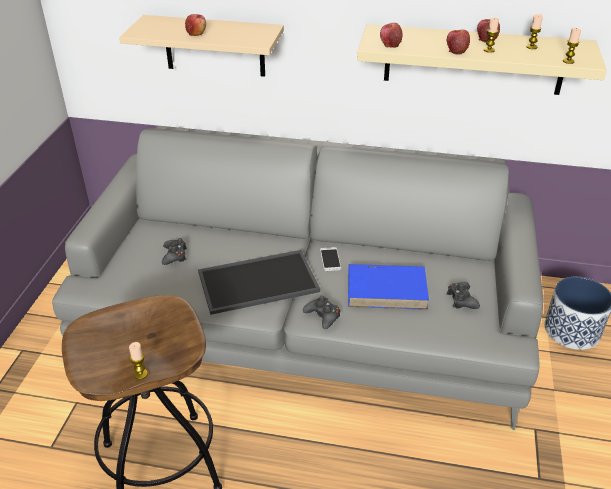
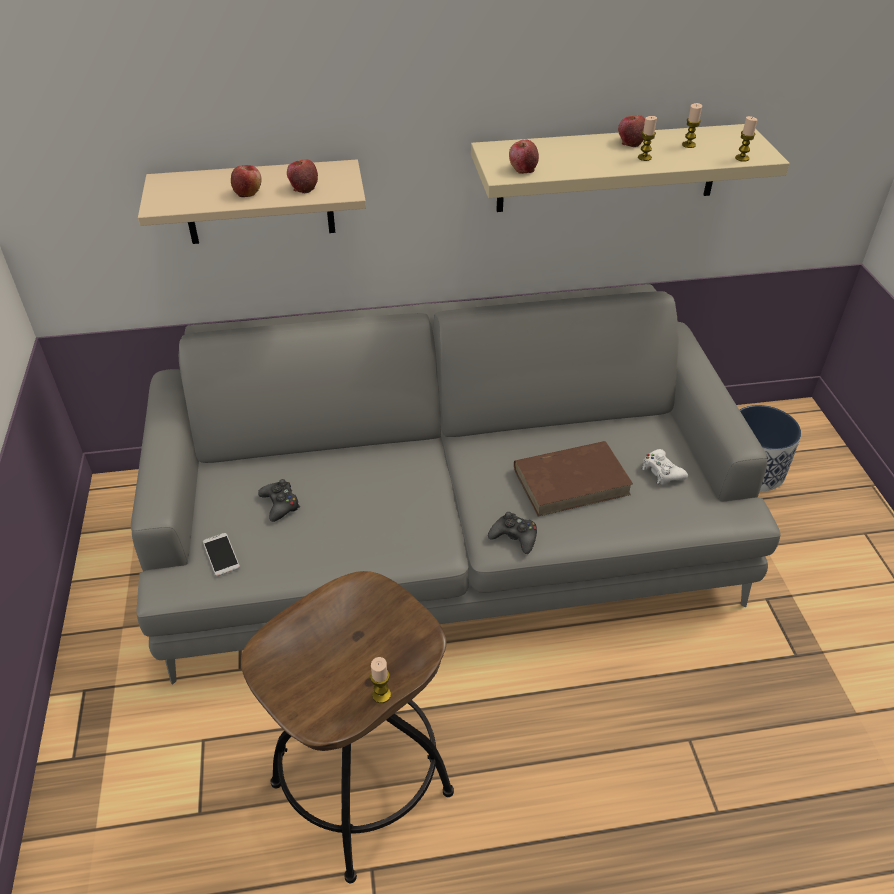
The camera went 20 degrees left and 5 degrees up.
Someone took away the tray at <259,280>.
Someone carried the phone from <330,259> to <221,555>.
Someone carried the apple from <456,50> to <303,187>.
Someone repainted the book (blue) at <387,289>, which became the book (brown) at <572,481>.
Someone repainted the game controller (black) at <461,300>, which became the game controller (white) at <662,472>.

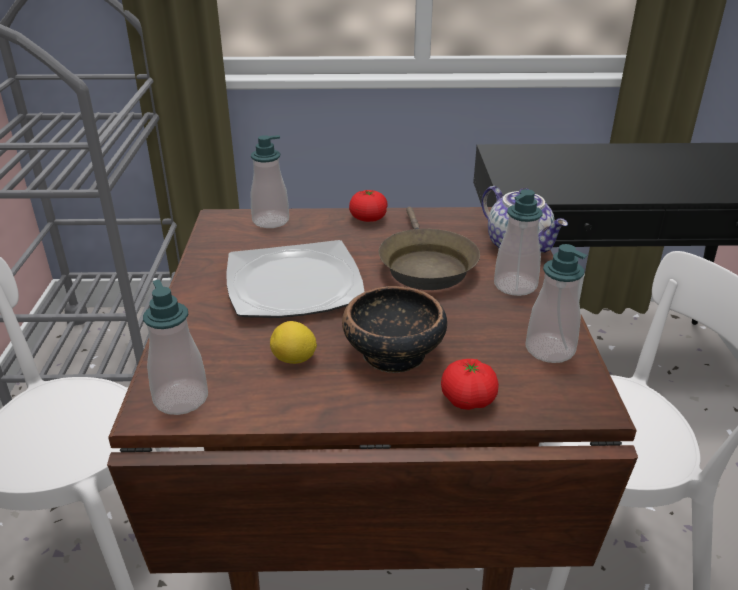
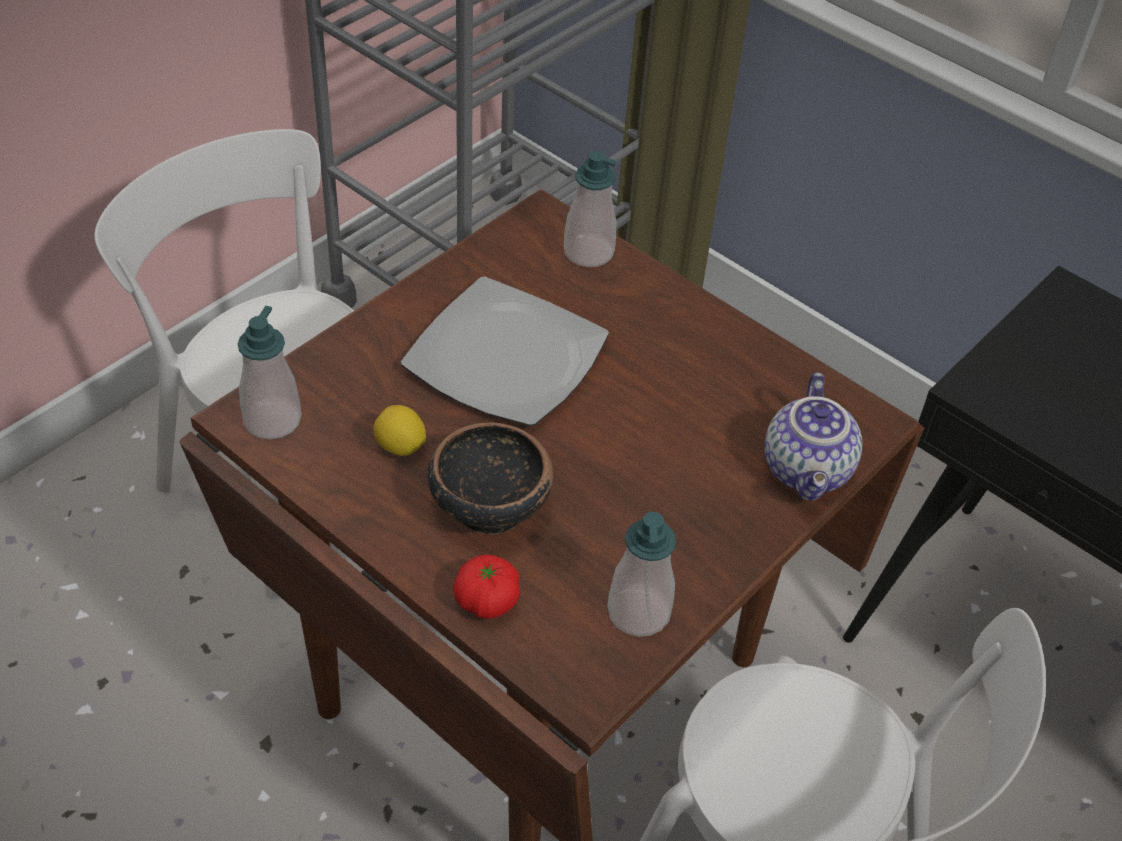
The camera went 40 degrees right and 15 degrees up.
Someone took away the tomato at <368,218>.
Someone took away the frying pan (brown) at <425,265>.
Someone took away the soap dispenser at <515,285>.

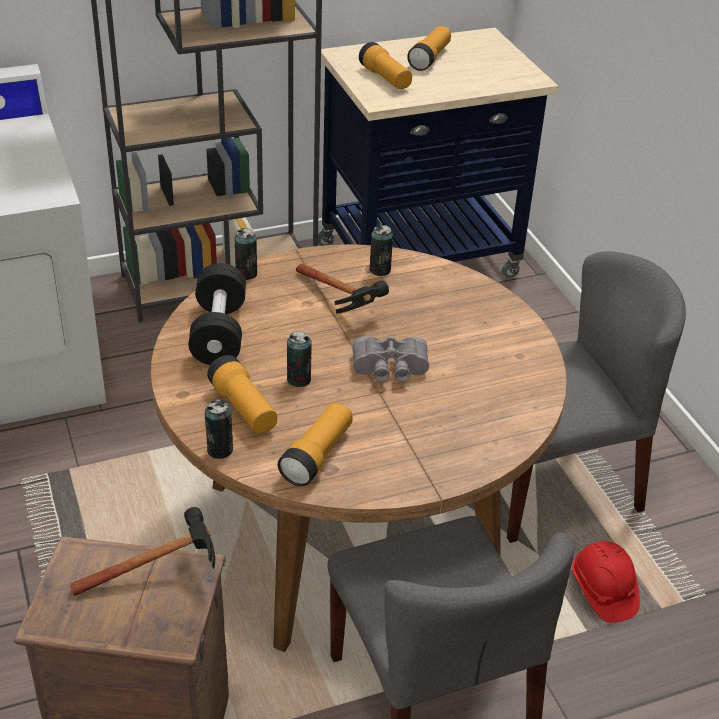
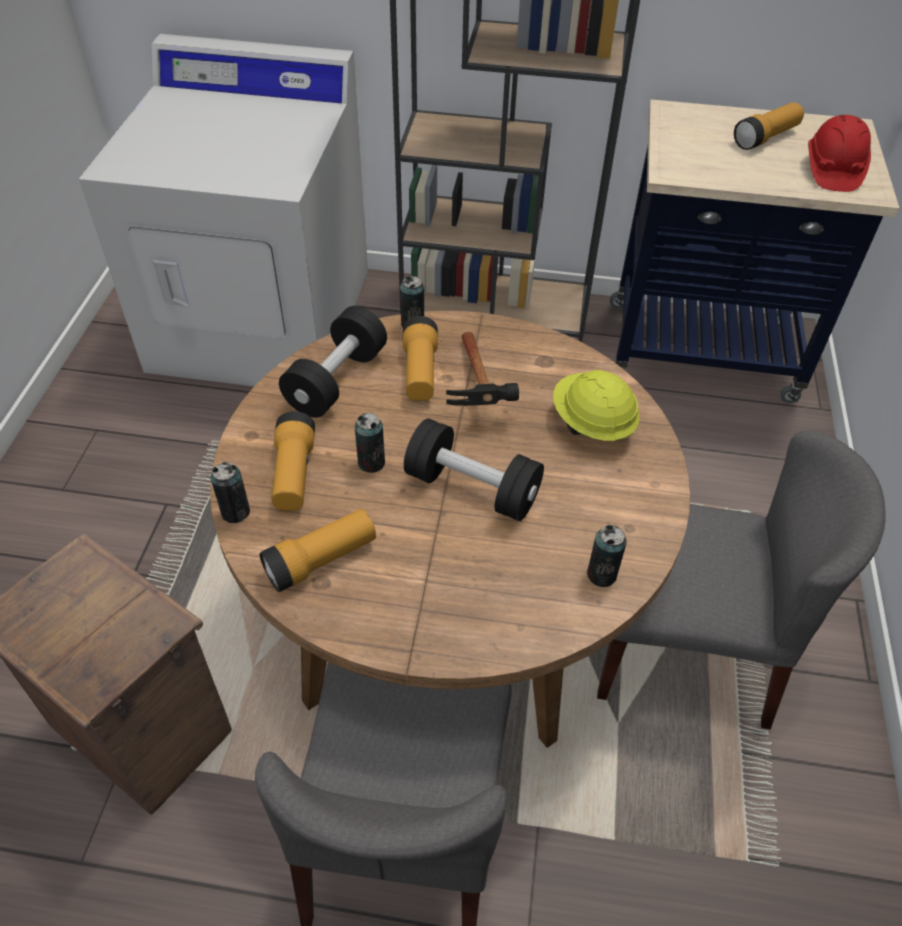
The camera went 30 degrees right and 10 degrees up.
Someone took away the hammer at <163,571>.
Someone put down the hard hat (yellow) at <591,423>.
Someone carried the flashlight from <385,78> to <420,372>.
Someone carried the can from <380,270> to <601,574>.
Someone carried the hard hat (red) from <603,591> to <832,170>.
Someone swapped the binoculars (grey) at <390,370> for the dumbbell (black) at <472,488>.

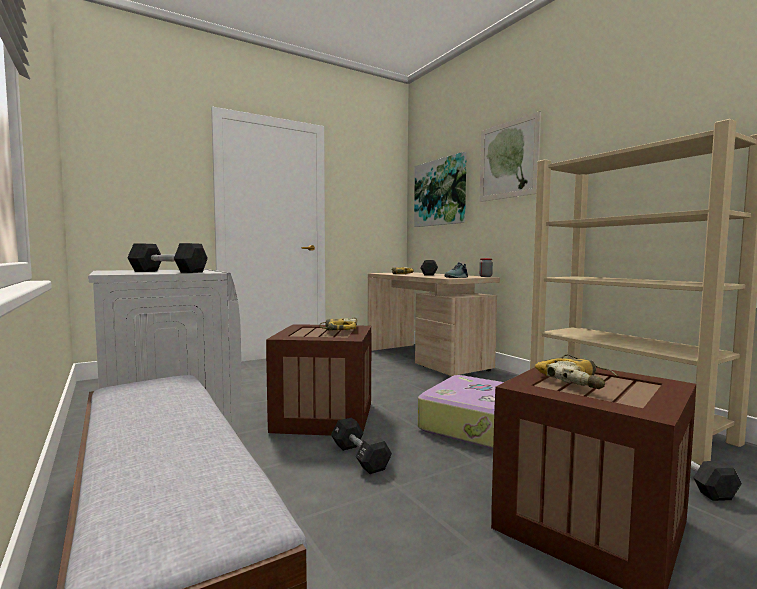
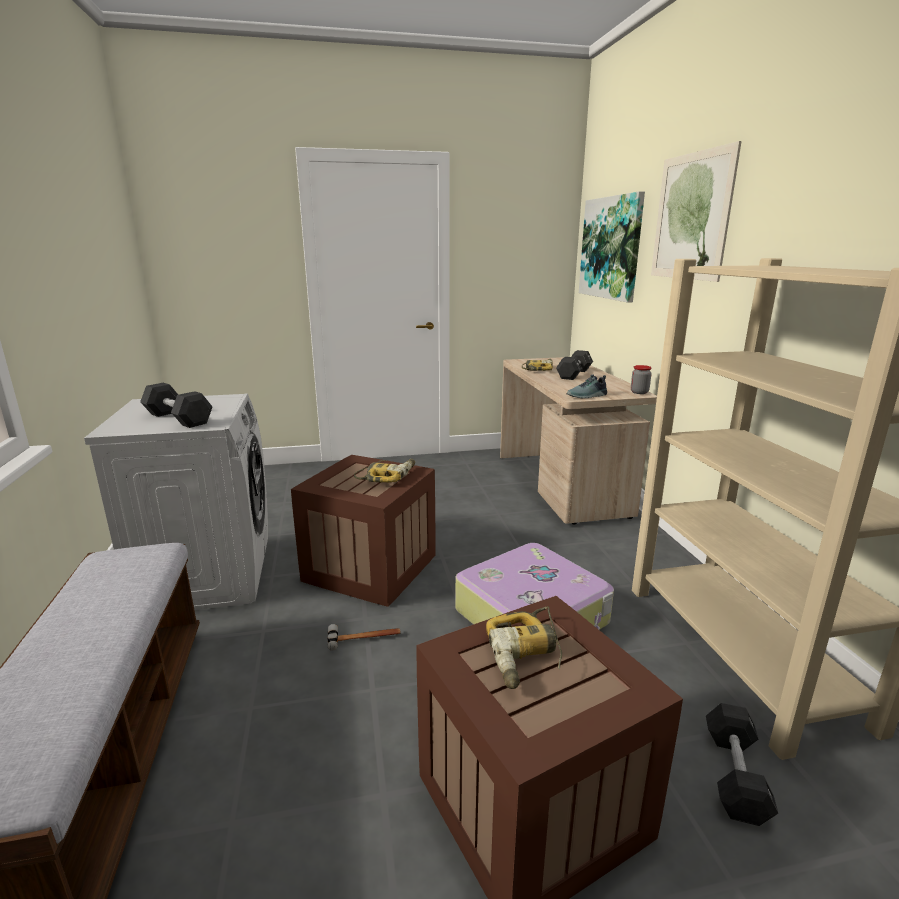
The camera went 20 degrees right and 15 degrees up.
Someone swapped the dumbbell (black) at <359,457> for the hammer at <364,638>.

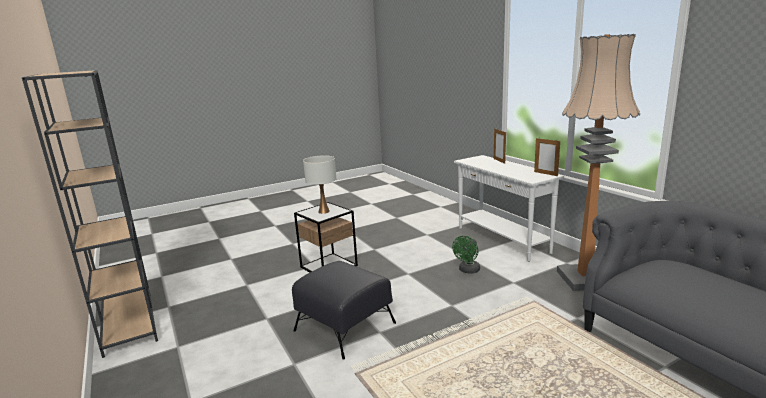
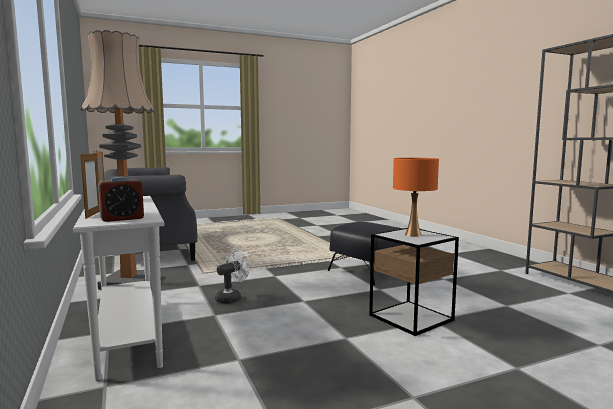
The camera went 175 degrees left and 10 degrees down.
Someone put down the alarm clock at <122,219>.
Someone repainted the table lamp (white) at <323,211>, which became the table lamp (orange) at <413,235>.
Someone repainted the fan (green) at <468,271>, which became the fan (white) at <231,298>.

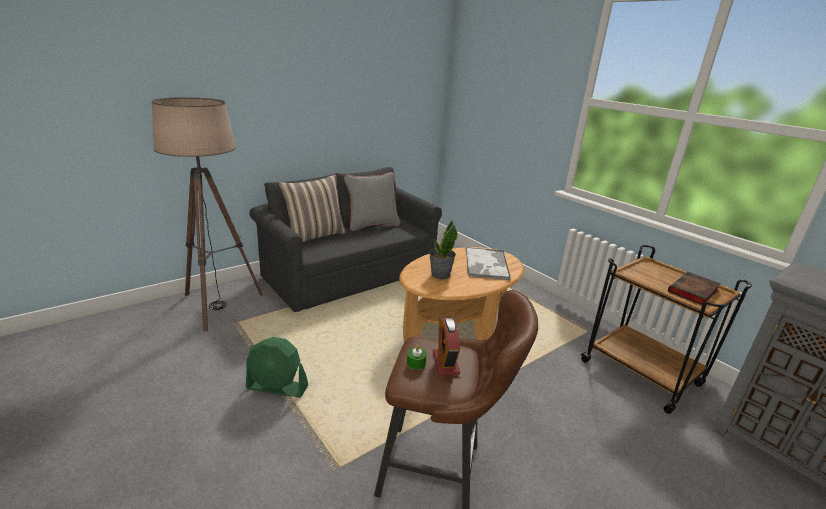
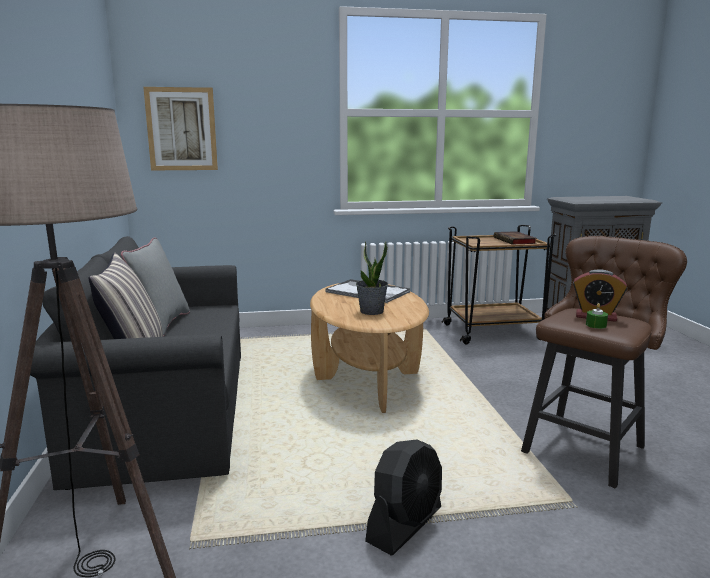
The camera went 60 degrees left and 10 degrees down.
Someone put up the picture at <181,129>.
Someone repainted the fan (green) at <277,387>, which became the fan (black) at <405,525>.

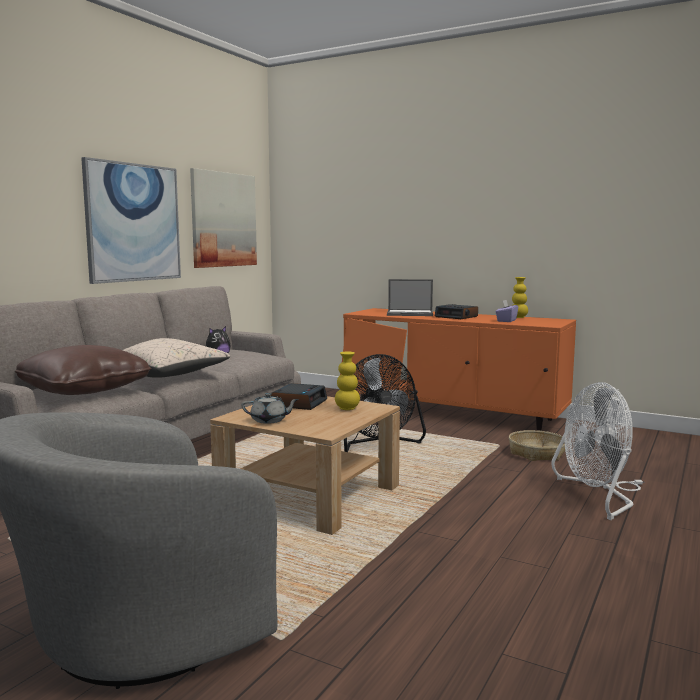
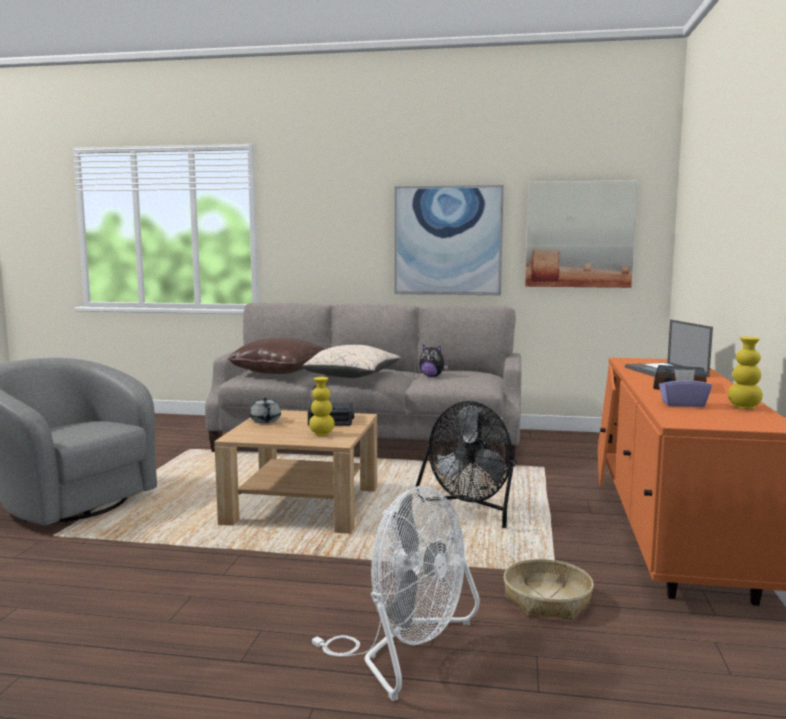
The camera went 70 degrees right and 0 degrees up.
Someone rotated the fan (white) at <600,495> by 150 degrees clockwise.

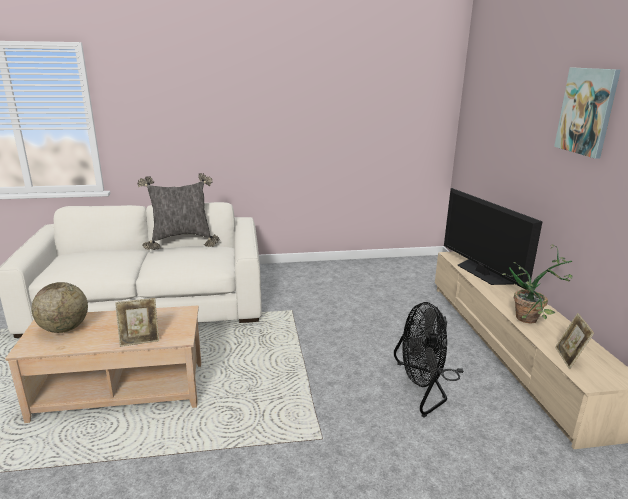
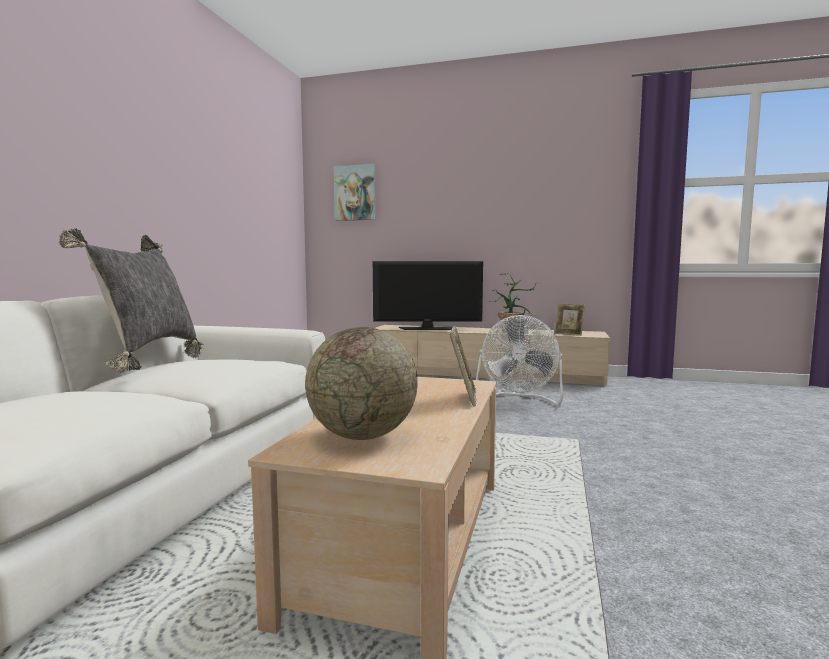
The camera went 65 degrees left and 15 degrees down.
Someone carried the picture from <587,111> to <355,193>.
Someone repainted the fan (black) at <425,385>, which became the fan (white) at <516,399>.

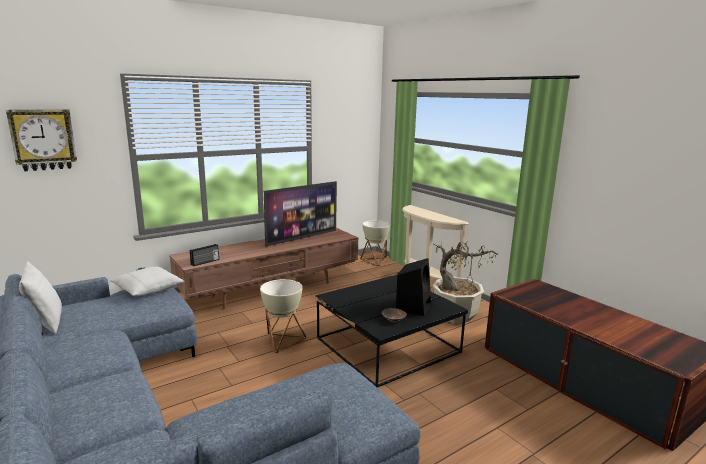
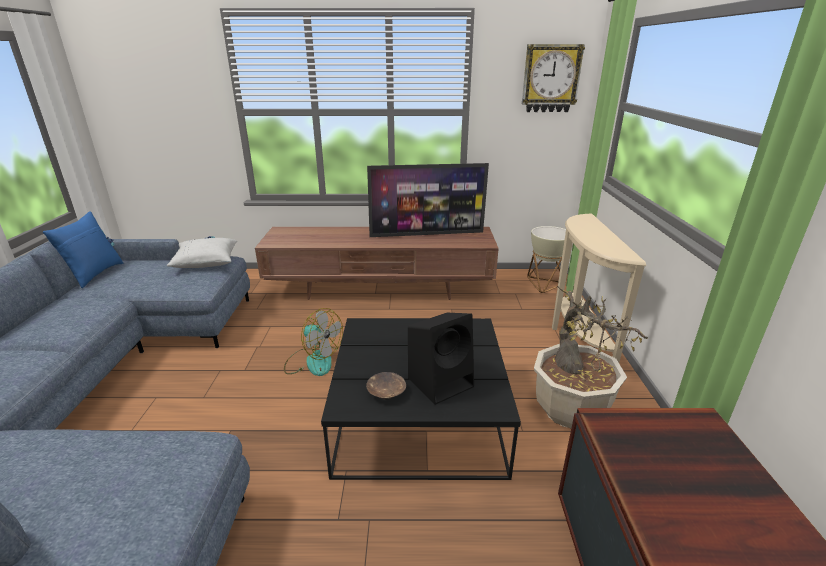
The camera went 35 degrees right and 10 degrees up.
Someone took away the radio at <205,262>.
Someone carried the wall clock from <43,140> to <550,79>.
Someone swapped the planter at <283,341> for the fan at <313,361>.
Someone repainted the pillow (grey) at <46,323>, which became the pillow (blue) at <95,275>.

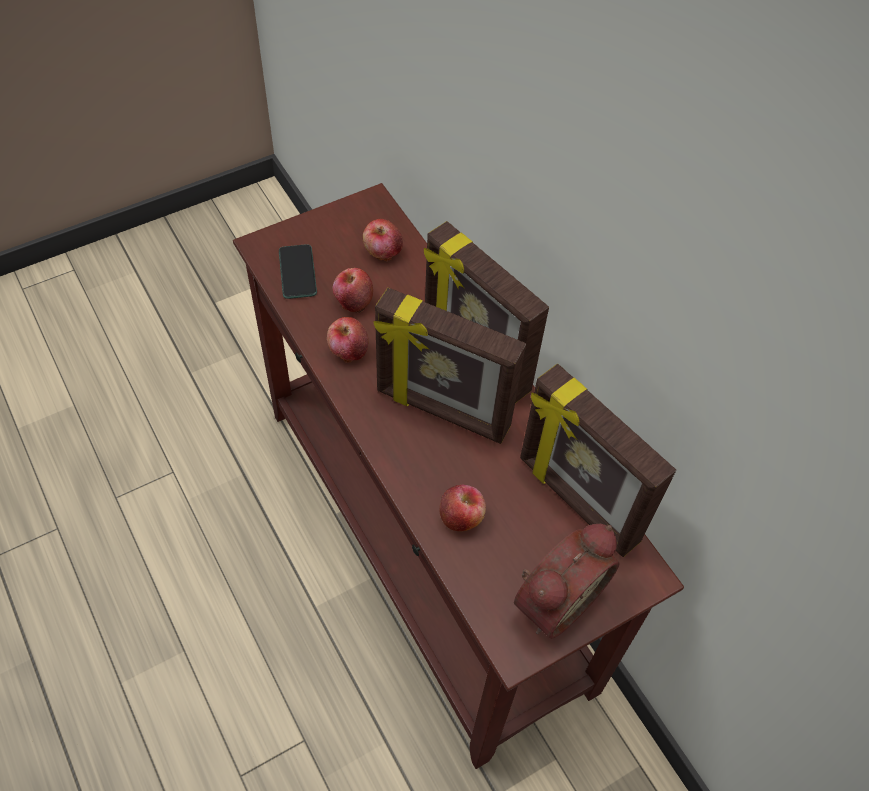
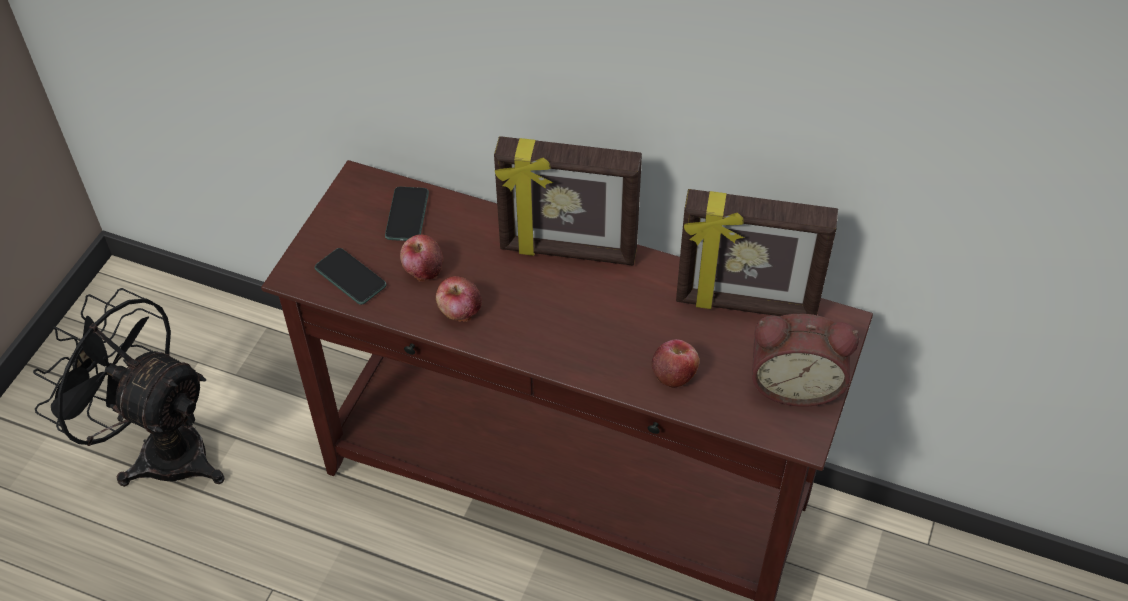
The camera went 35 degrees left and 5 degrees down.
Someone took away the picture frame at <442,411>.
Someone put down the fan (black) at <160,449>.
Someone swapped the apple at <382,251> for the phone at <407,215>.
Someone rotated the alarm clock at <554,598> by 90 degrees clockwise.

